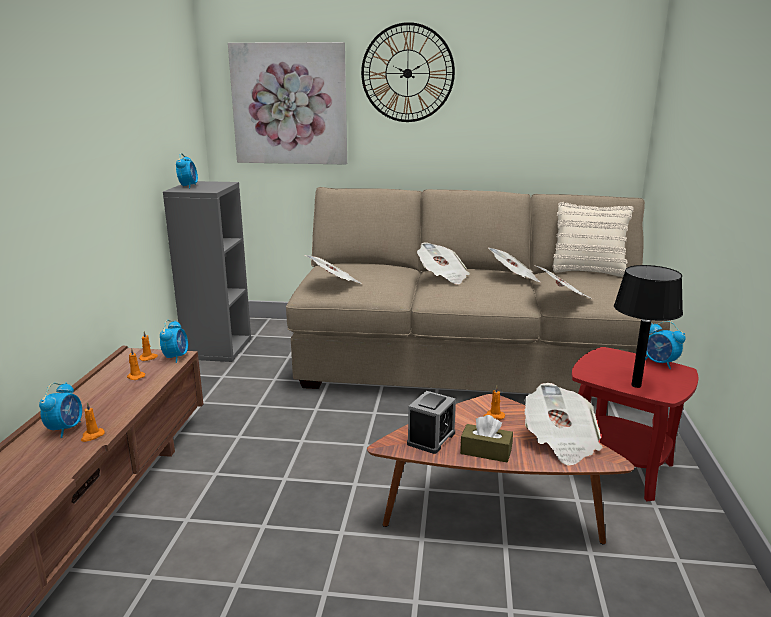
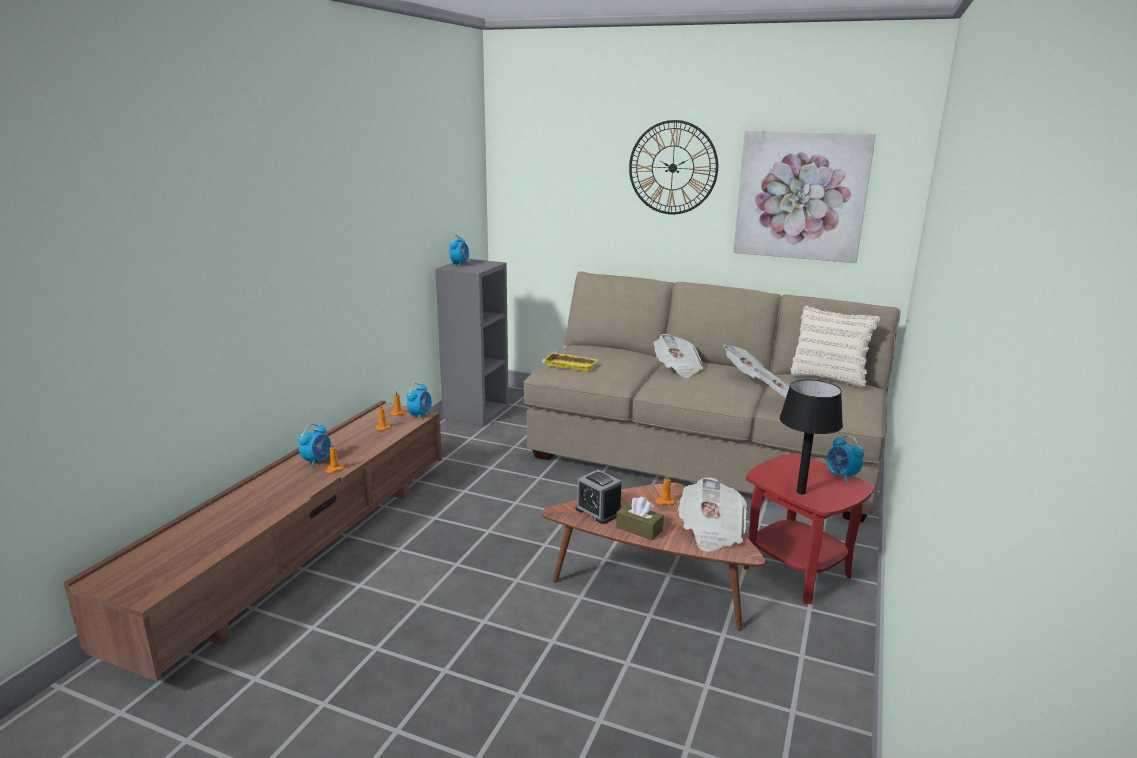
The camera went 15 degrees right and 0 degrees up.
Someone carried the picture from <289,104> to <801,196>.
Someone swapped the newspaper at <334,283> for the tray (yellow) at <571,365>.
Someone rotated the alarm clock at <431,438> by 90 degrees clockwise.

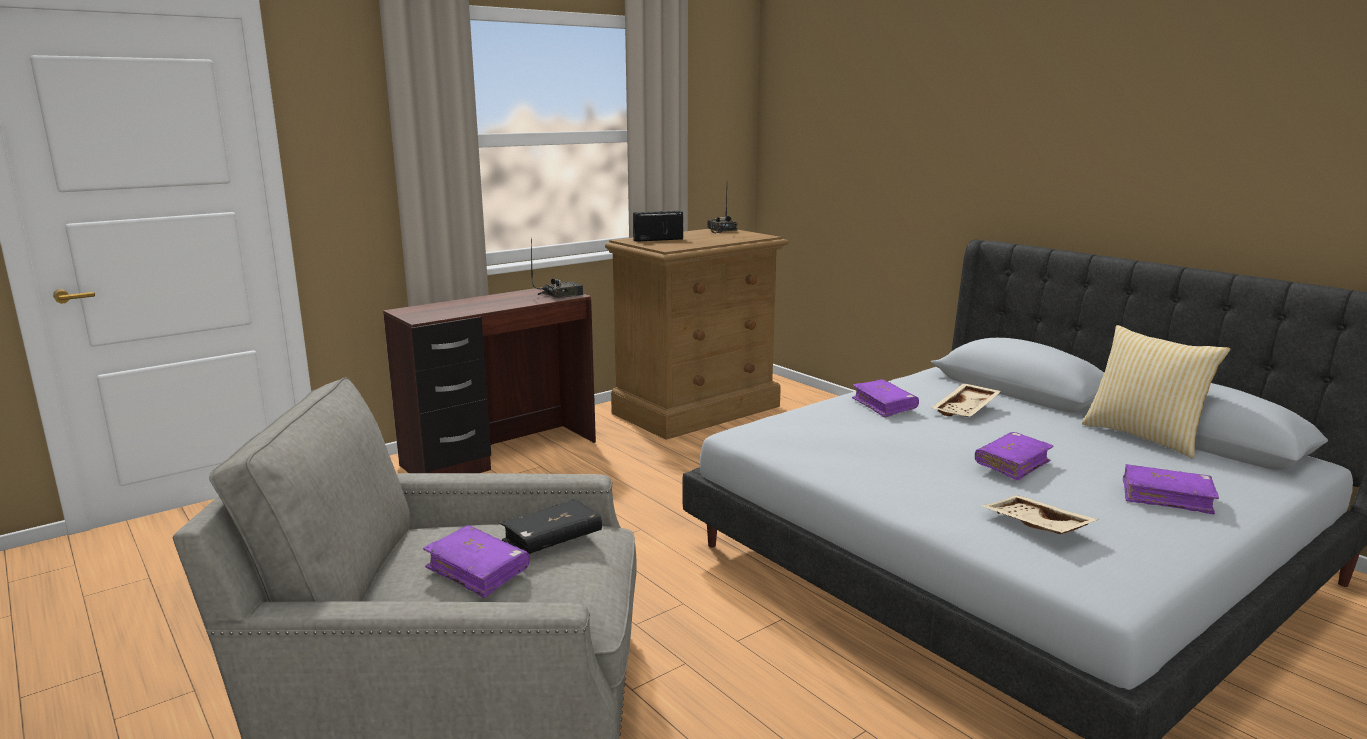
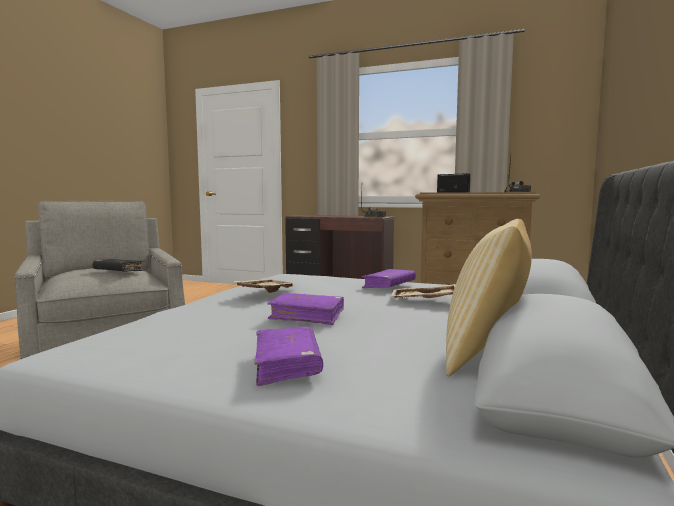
The camera went 60 degrees right and 10 degrees down.
Someone took away the book (purple) at <477,571>.
Someone carried the tray (beige) from <1034,526> to <264,291>.

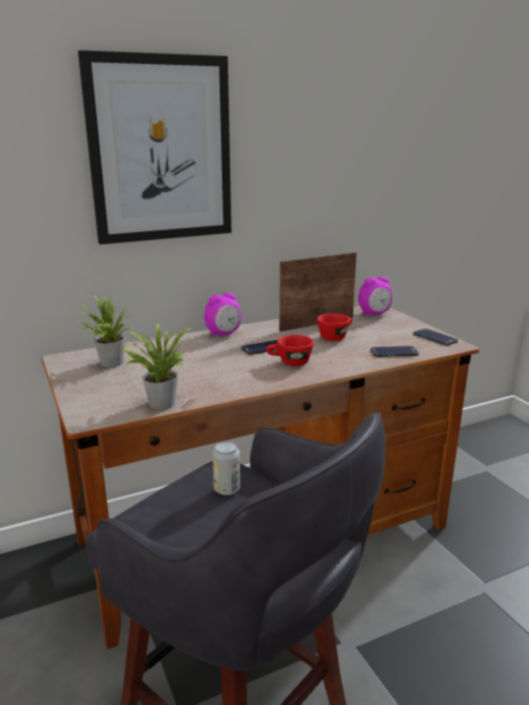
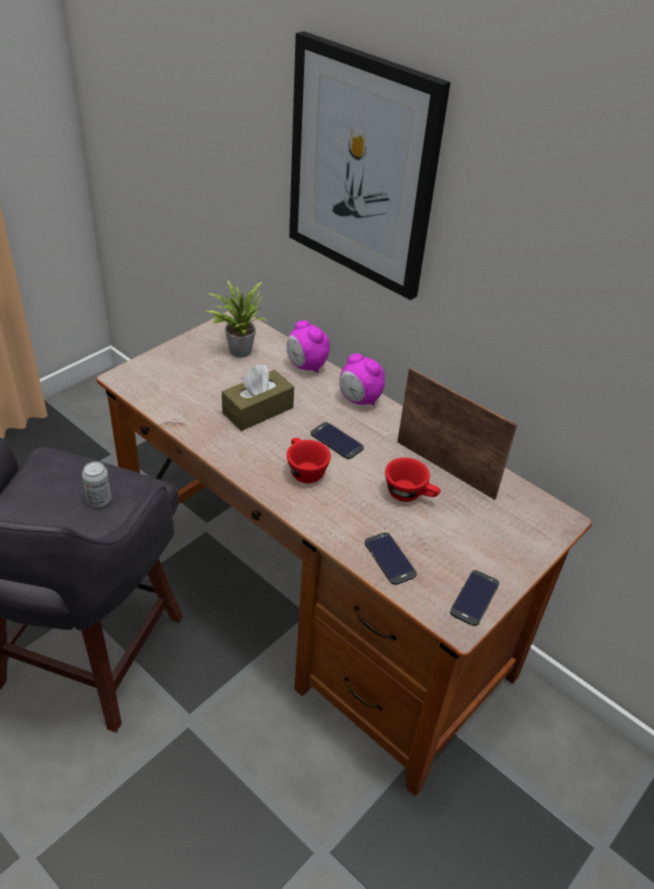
The camera went 65 degrees right and 20 degrees up.
Someone took away the potted plant at <160,402>.
Someone put down the tissue box (brown) at <258,410>.
Someone carried the alarm clock from <374,314> to <306,366>.

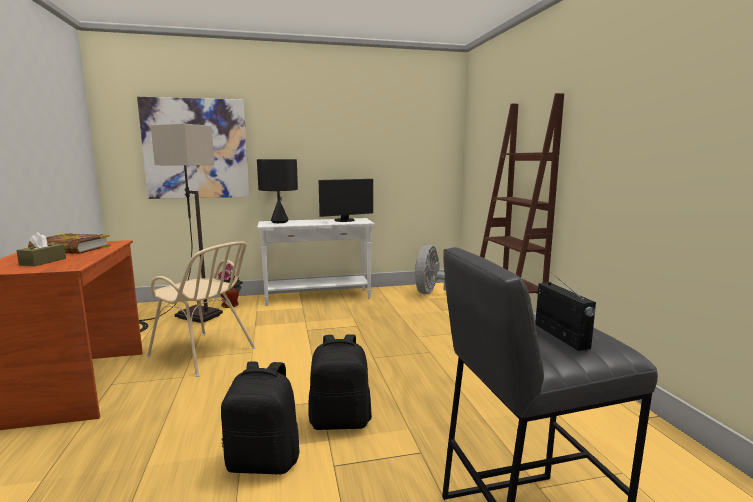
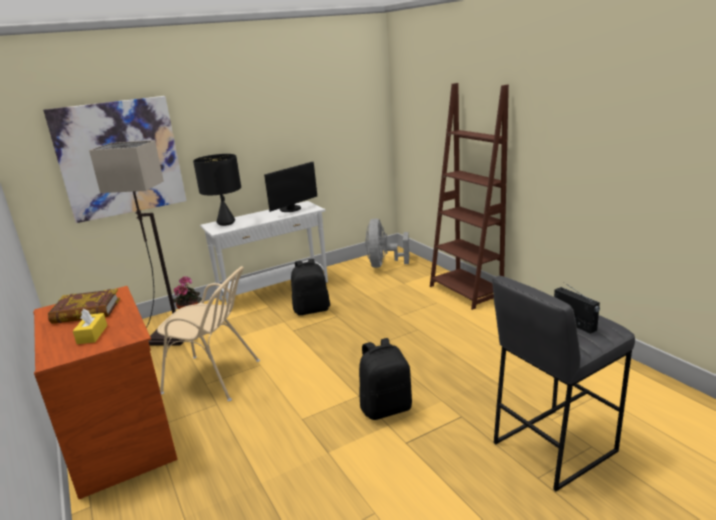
The camera went 15 degrees left and 10 degrees up.
Someone carried the backpack (black) from <264,461> to <312,310>.
Someone repainted the tissue box (brown) at <43,262>, which became the tissue box (yellow) at <92,334>.

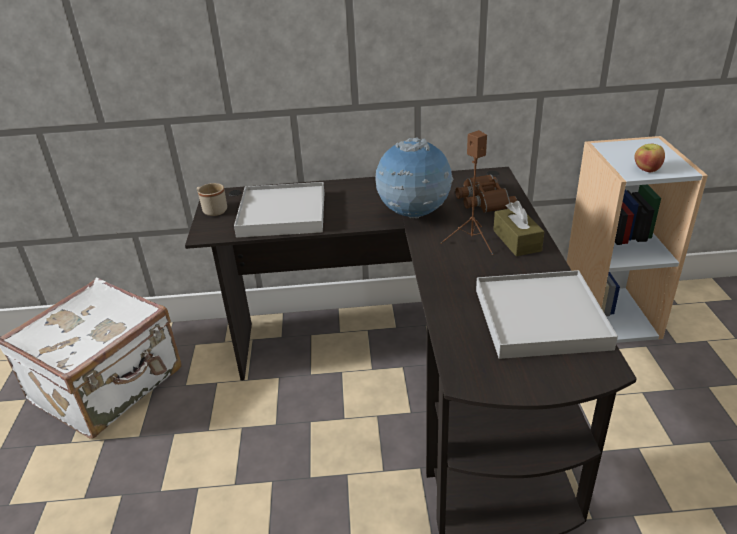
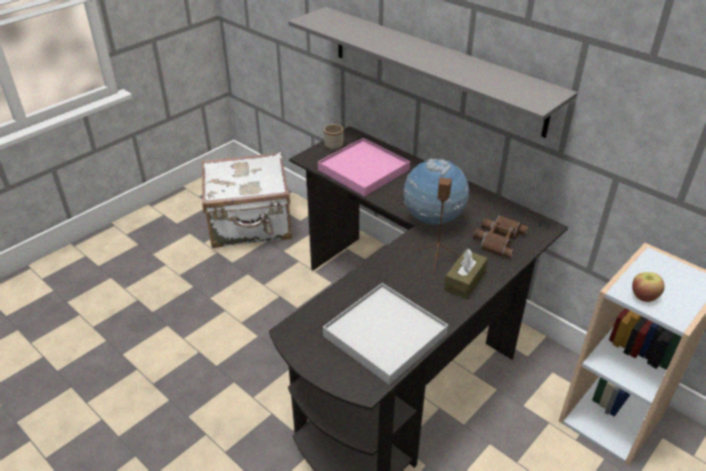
The camera went 45 degrees right and 5 degrees up.
Someone put up the shelf (grey) at <434,69>.
Someone repainted the tray (white) at <282,214>, which became the tray (pink) at <363,169>.

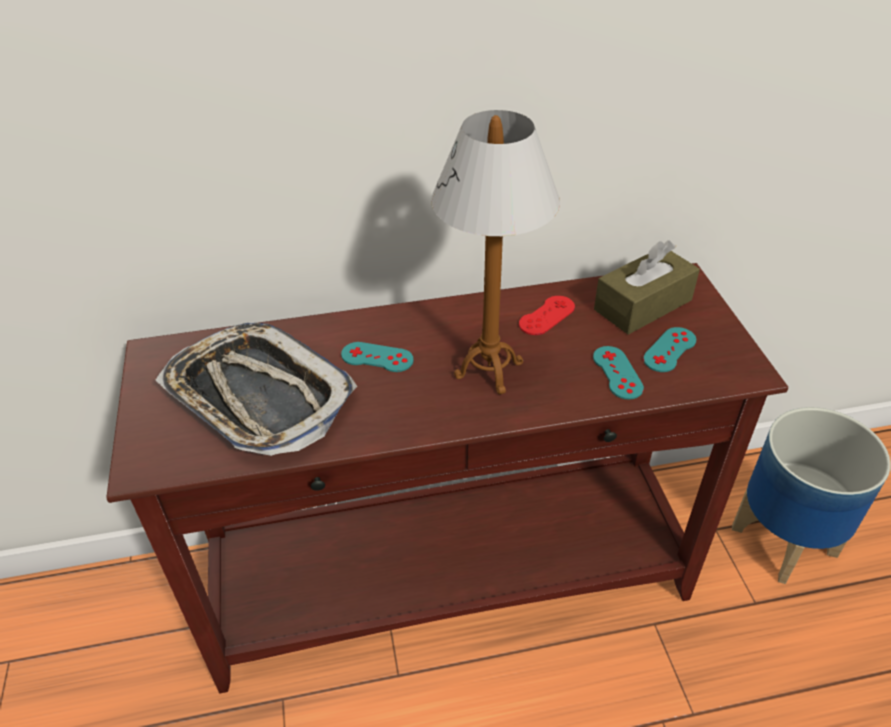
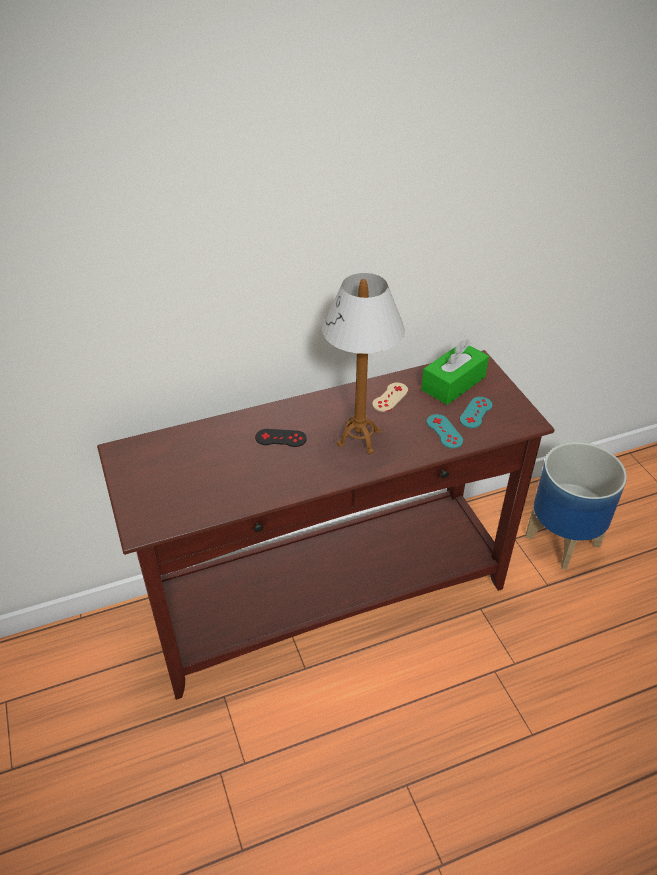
The camera went 10 degrees left and 0 degrees up.
Someone took away the tray at <258,396>.
Someone repainted the game controller (turquoise) at <377,357>, which became the game controller (black) at <280,438>.
Someone repainted the game controller (red) at <546,315>, which became the game controller (beige) at <390,397>.
Someone repainted the tissue box (brown) at <643,305>, which became the tissue box (green) at <453,383>.

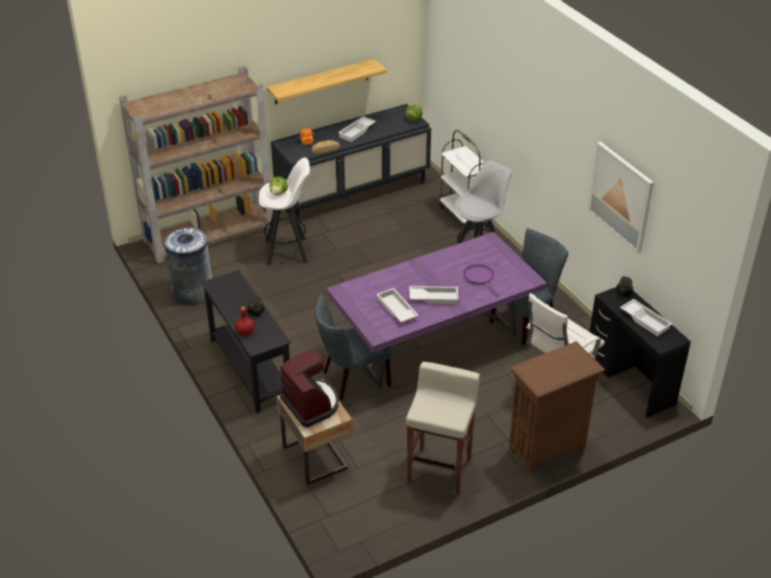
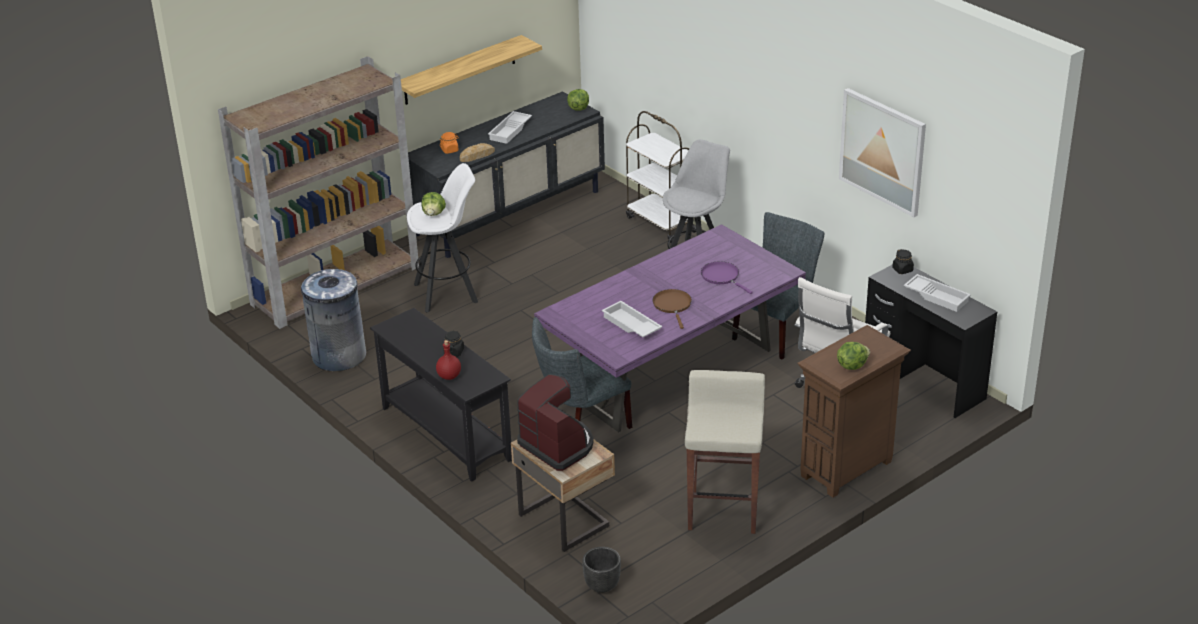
The camera went 10 degrees left and 5 degrees down.
Someone put down the planter (black) at <602,585>.
Someone put down the lettuce at <851,365>.
Someone swapped the tray (white) at <434,297> for the frying pan (brown) at <672,305>.

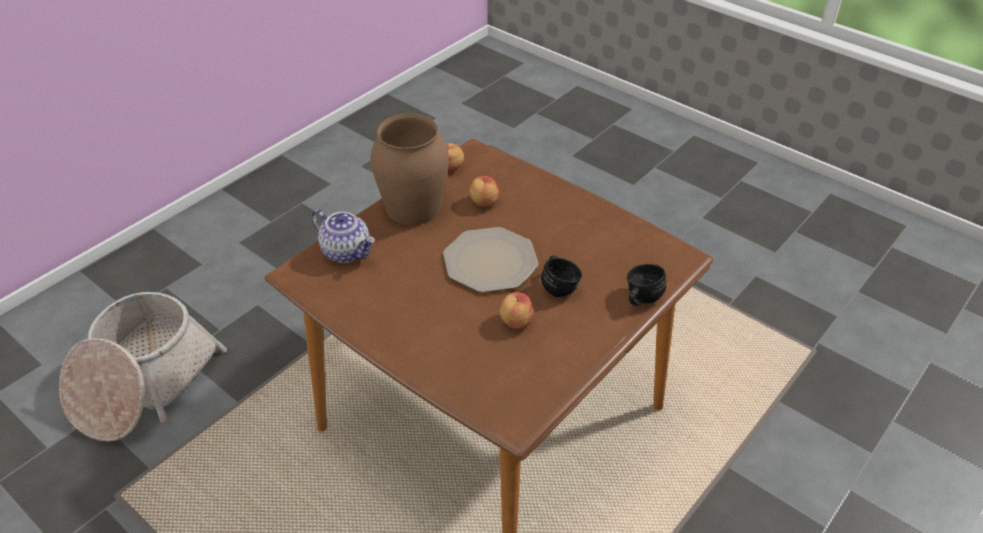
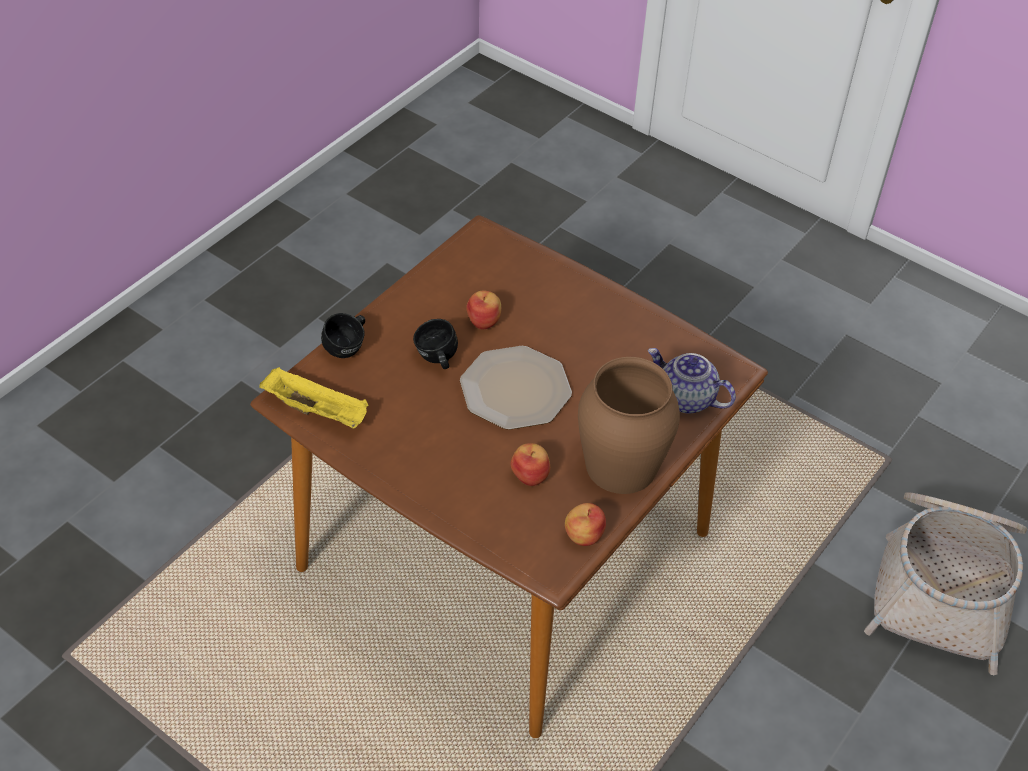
The camera went 175 degrees right and 5 degrees up.
Someone put down the tray (yellow) at <318,411>.

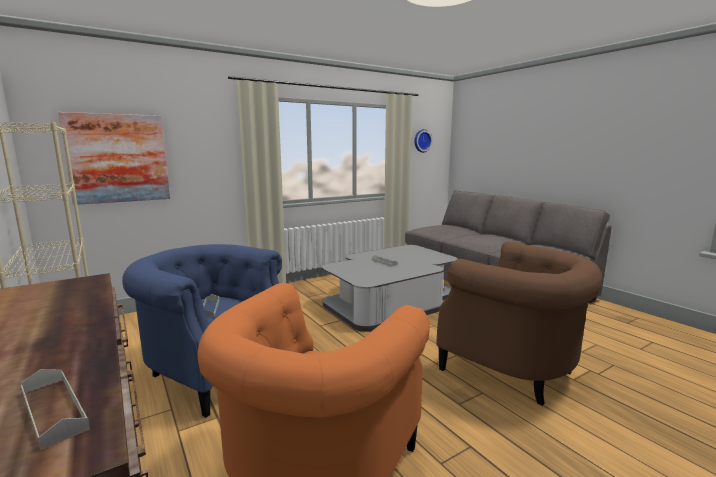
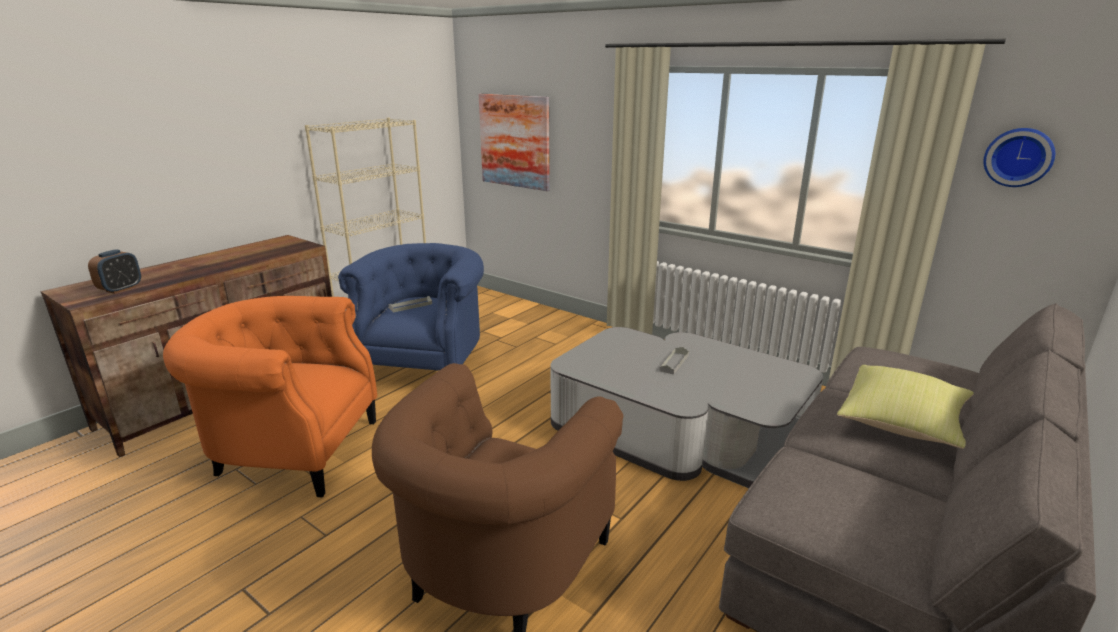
The camera went 70 degrees right and 10 degrees up.
Someone put down the pillow (yellow) at <901,425>.
Someone swapped the tray (grey) at <53,410> for the alarm clock at <120,289>.

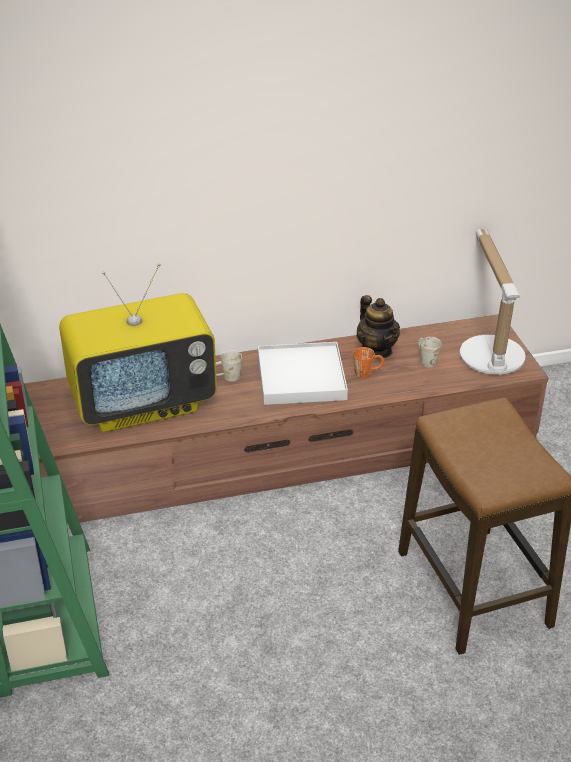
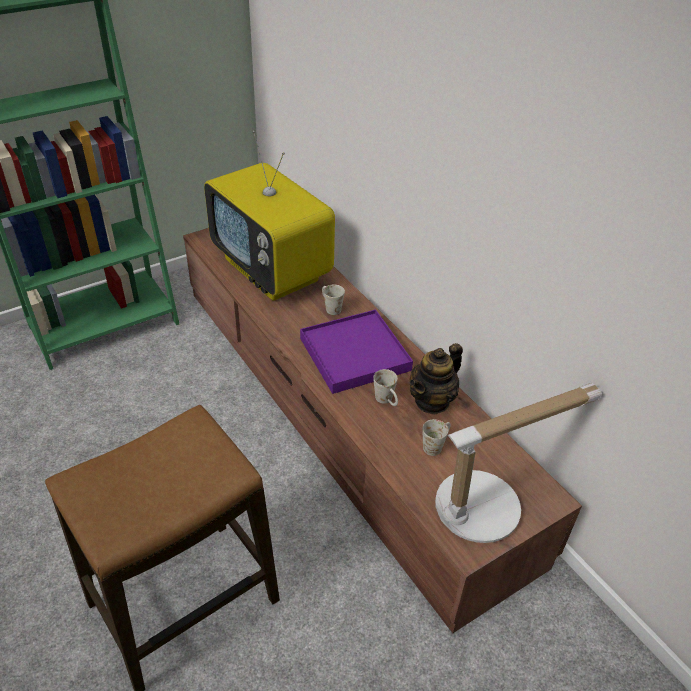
The camera went 70 degrees right and 5 degrees up.
Someone repainted the tray (white) at <301,377>, which became the tray (purple) at <354,354>.
Someone repainted the mug (orange) at <368,373>, which became the mug (white) at <387,401>.

